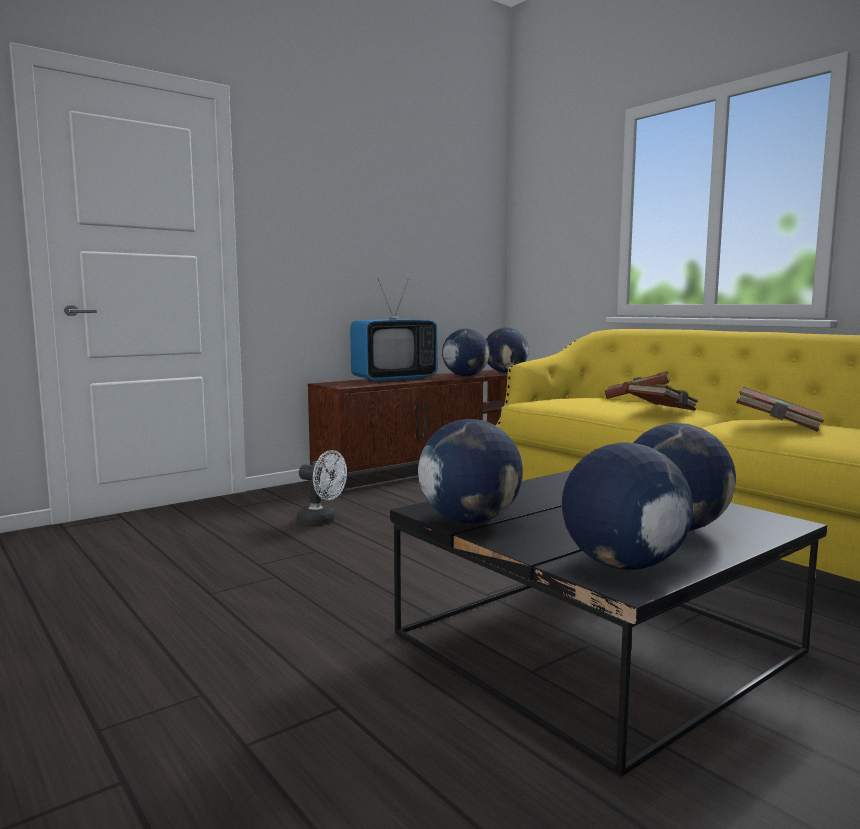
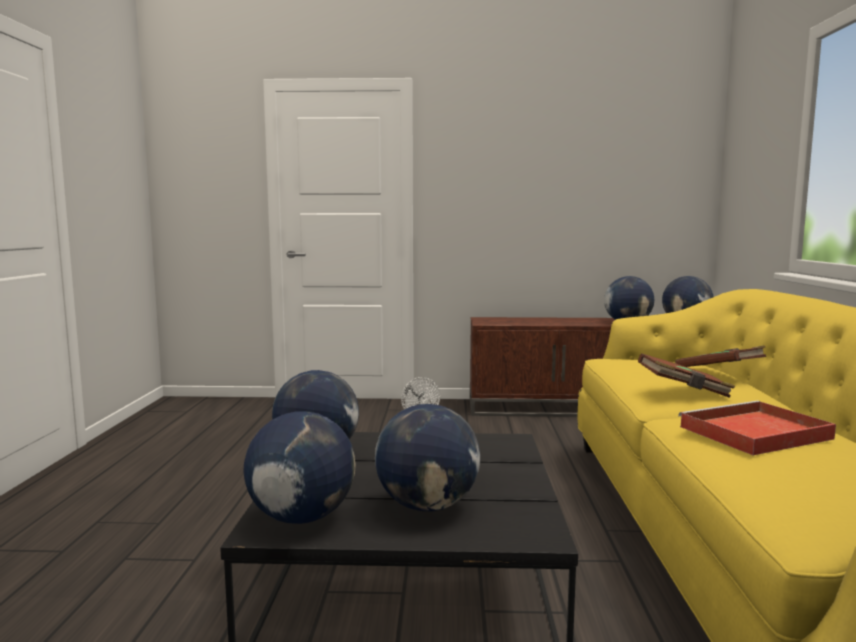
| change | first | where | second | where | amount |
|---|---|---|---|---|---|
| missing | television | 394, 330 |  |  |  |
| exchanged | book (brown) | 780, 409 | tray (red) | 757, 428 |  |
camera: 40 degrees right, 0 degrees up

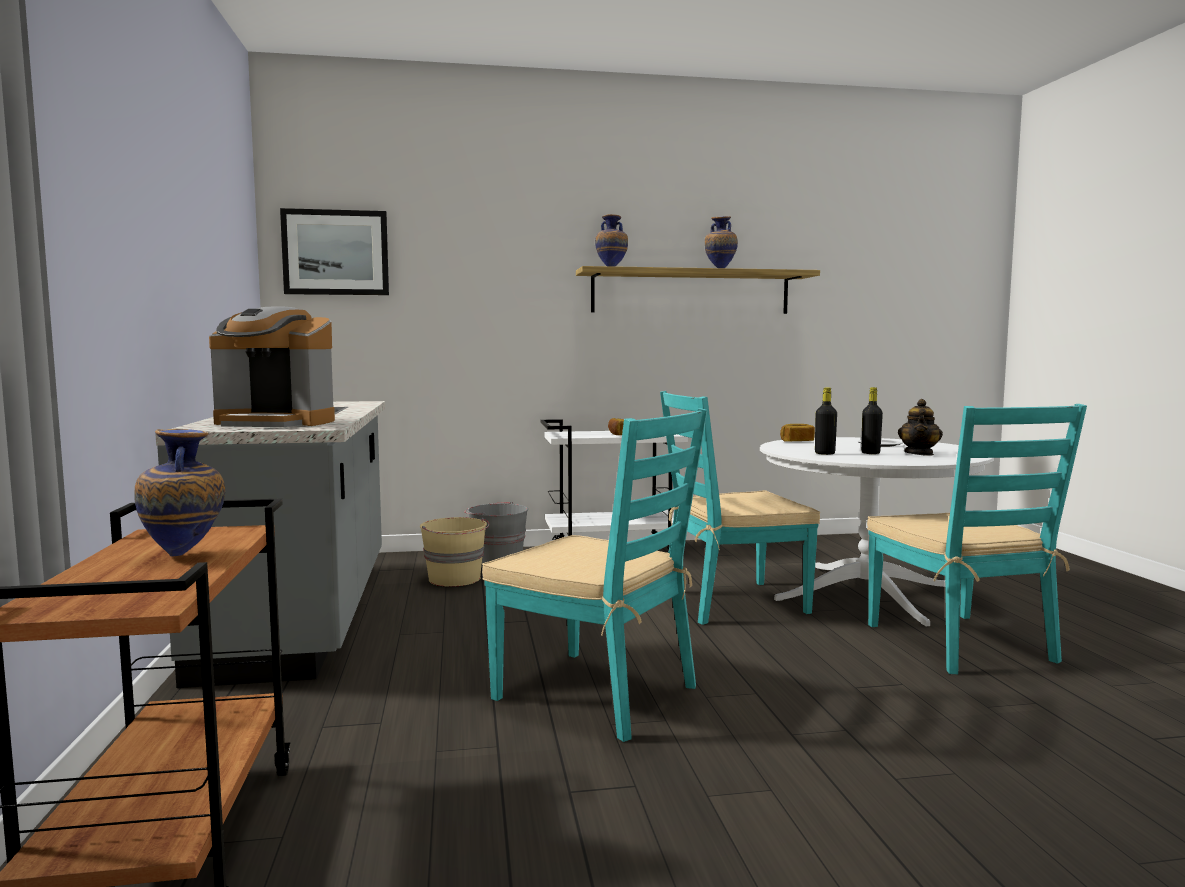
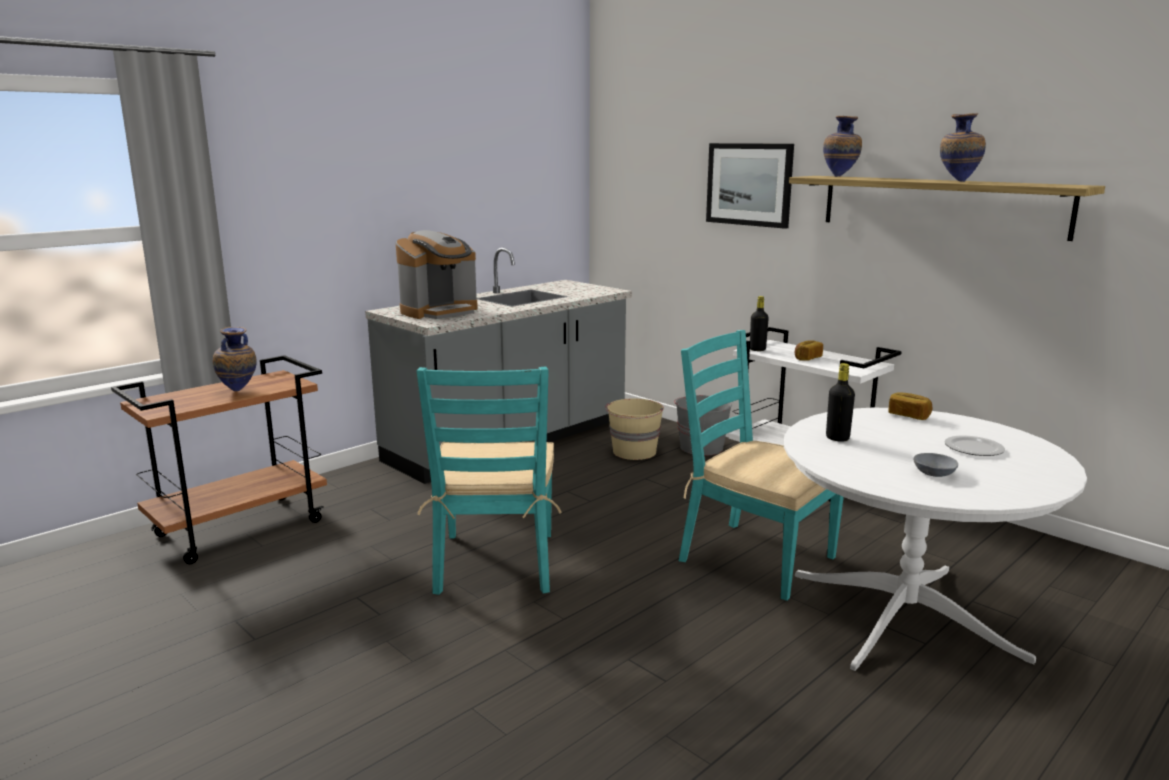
| change | first | where | second | where | amount |
|---|---|---|---|---|---|
| relocated | picture | 334, 251 |  | 750, 186 |  |
| spun | coffee machine | 272, 366 |  | 437, 274 | 105 degrees counterclockwise |
| relocated | bottle (black) | 872, 420 |  | 759, 323 |  |
| exchanged | teapot | 920, 427 | bowl (grey) | 935, 465 |  |
| missing | chair (turquoise) | 977, 539 |  |  |  |
camera: 55 degrees right, 10 degrees up

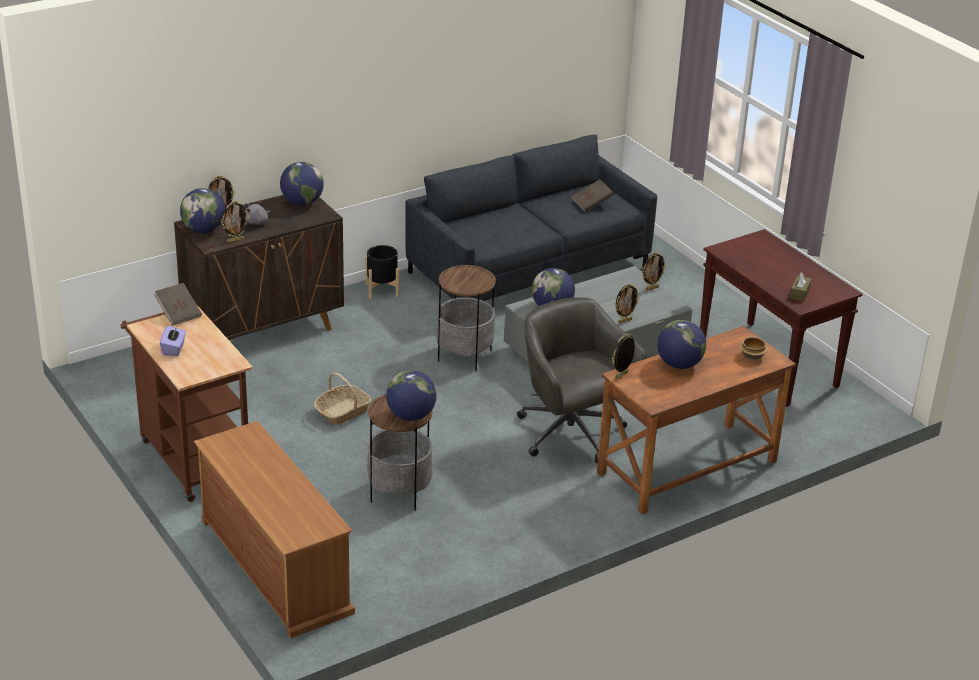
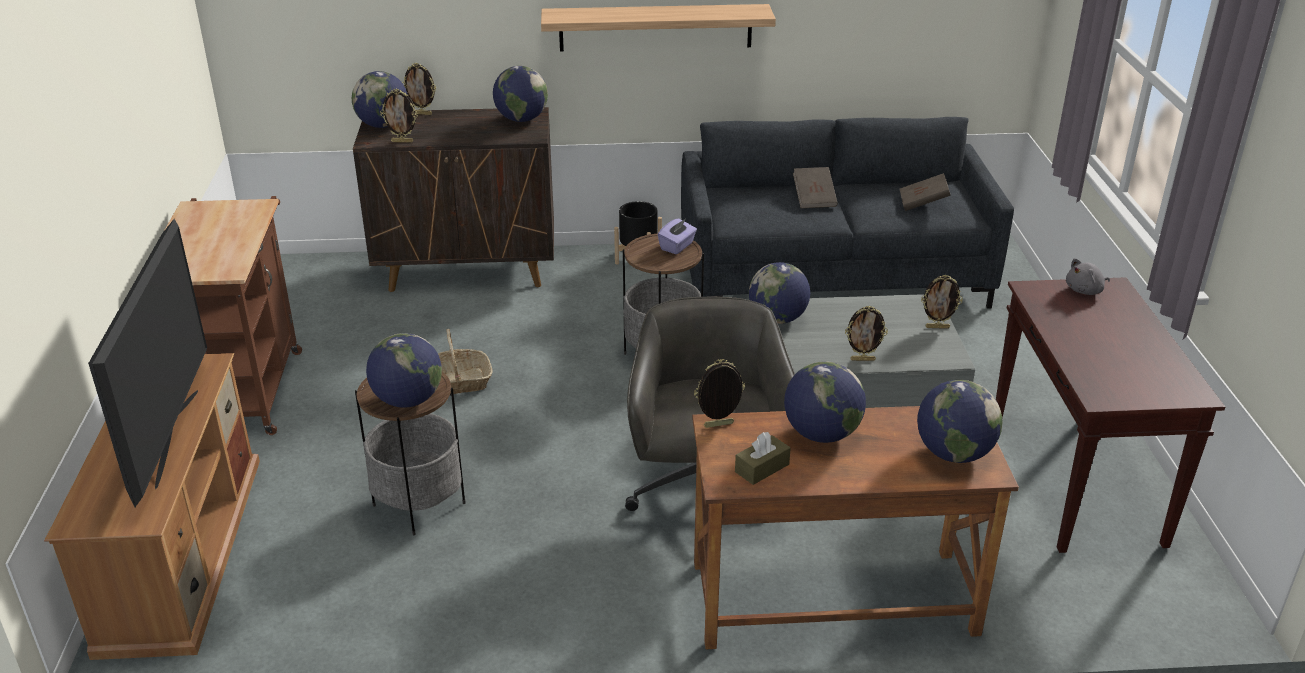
| change | first | where | second | where | amount |
|---|---|---|---|---|---|
| relocated | plush toy (grey) | 257, 214 |  | 1088, 276 |  |
| relocated | tissue box (brown) | 801, 286 |  | 763, 458 |  |
| relocated | book (brown) | 178, 304 |  | 815, 187 |  |
| relocated | tissue box (purple) | 173, 340 |  | 677, 236 |  |
| exchanged | bowl | 753, 348 | globe | 960, 421 |  |
| appeared |  |  | shelf | 658, 28 |  |
| appeared |  |  | television | 147, 363 |  |
camera: 30 degrees right, 0 degrees up

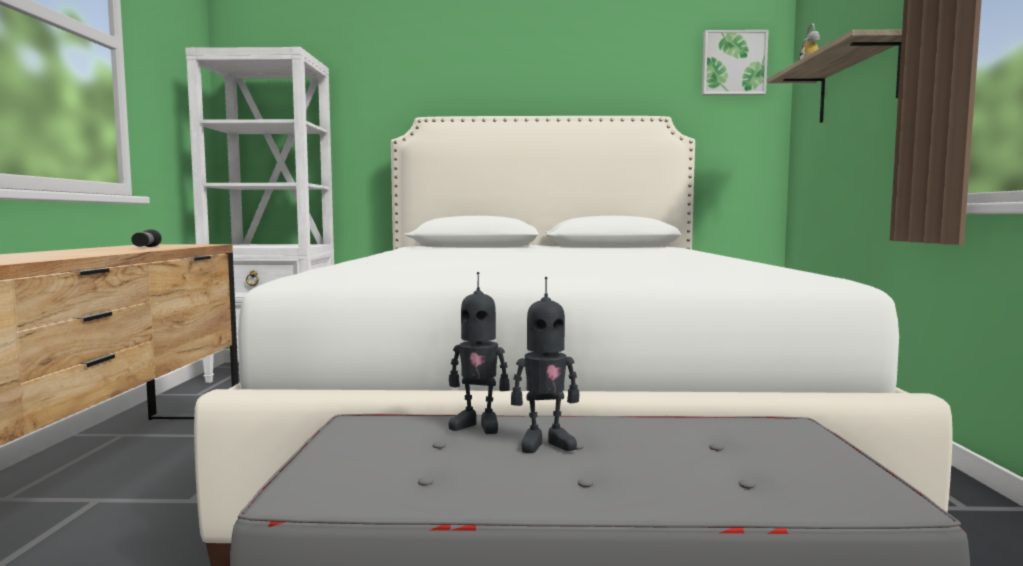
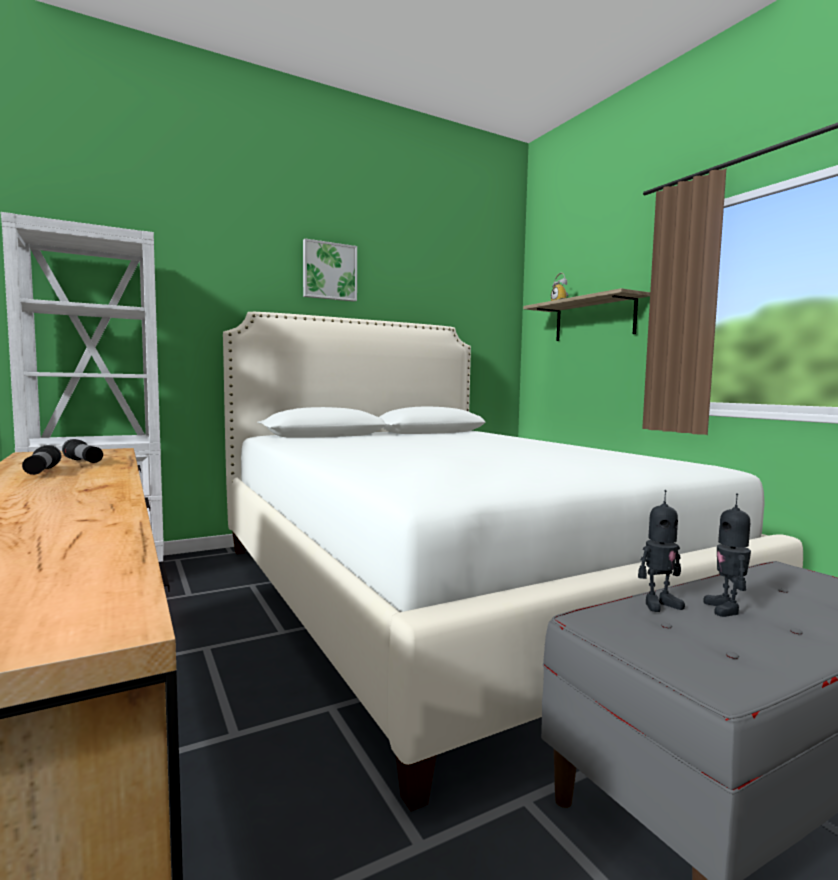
| change | first | where | second | where | amount |
|---|---|---|---|---|---|
| relocated | picture | 735, 62 |  | 330, 270 |  |
| spun | toy robot | 545, 365 |  | 727, 555 | 135 degrees clockwise |
| appeared |  |  | flashlight | 41, 460 |  |
camera: 30 degrees left, 0 degrees up

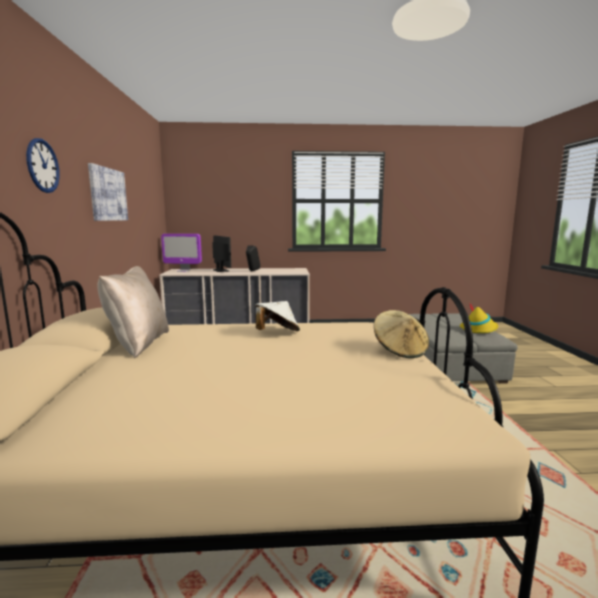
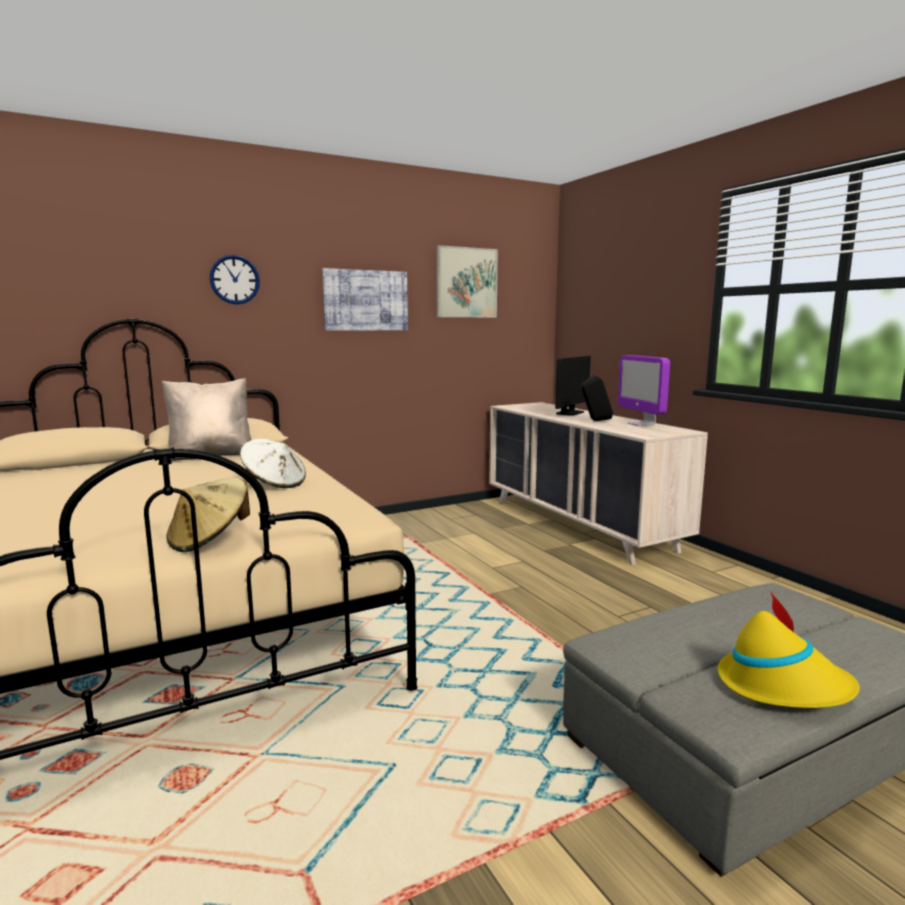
| change | first | where | second | where | amount |
|---|---|---|---|---|---|
| relocated | monitor | 181, 253 |  | 644, 390 |  |
| appeared |  |  | picture | 467, 281 |  |
camera: 65 degrees right, 0 degrees up

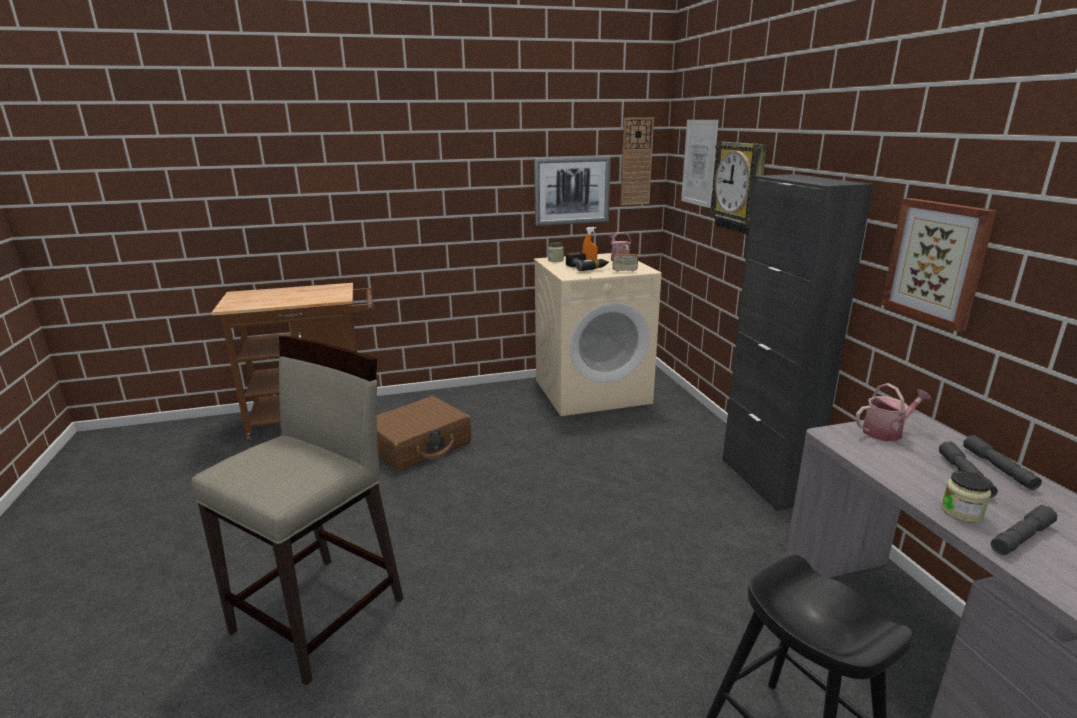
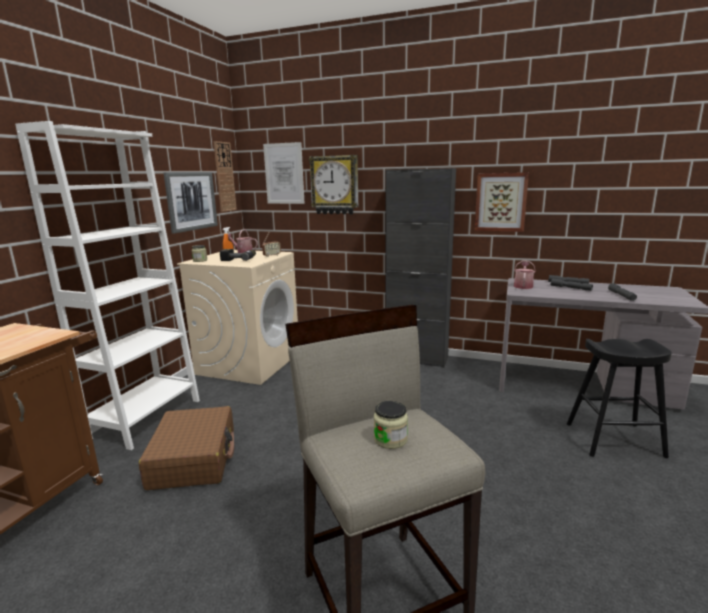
| change | first | where | second | where | amount |
|---|---|---|---|---|---|
| relocated | jar | 966, 497 |  | 391, 425 |  |
| appeared |  |  | bookcase (white) | 107, 285 |  |
camera: 55 degrees left, 5 degrees down

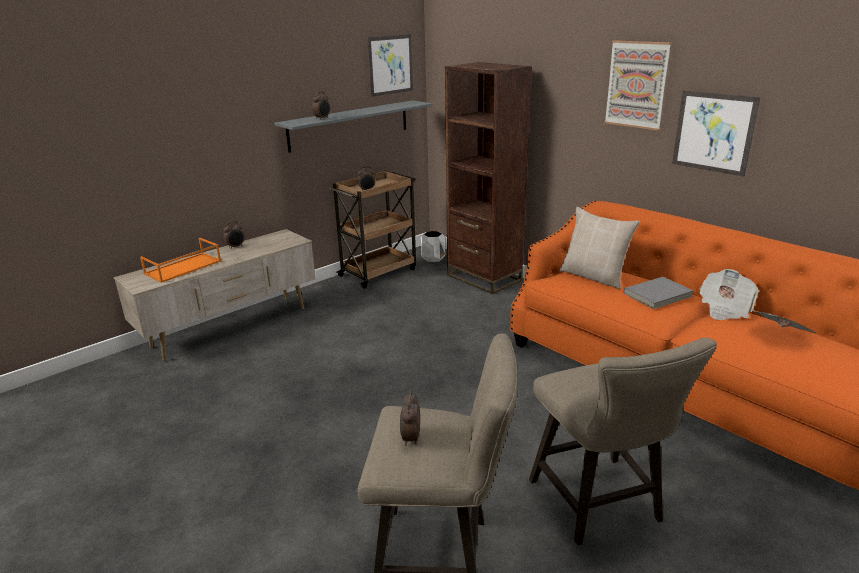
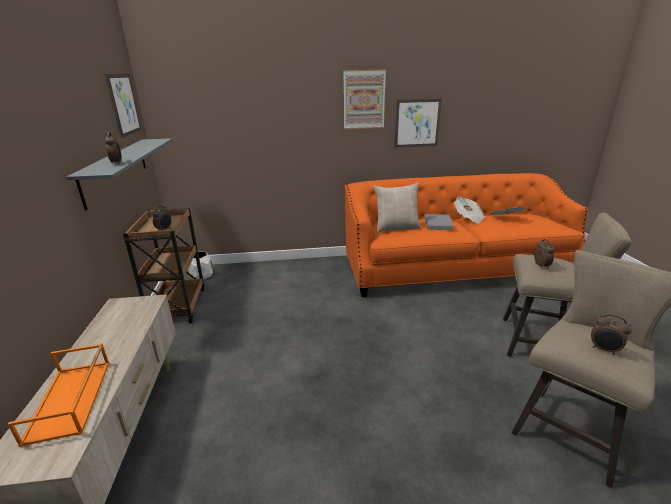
| change | first | where | second | where | amount |
|---|---|---|---|---|---|
| missing | bookcase (brown) | 488, 178 |  |  |  |
| relocated | alarm clock | 234, 235 |  | 544, 254 |  |
camera: 55 degrees left, 0 degrees up

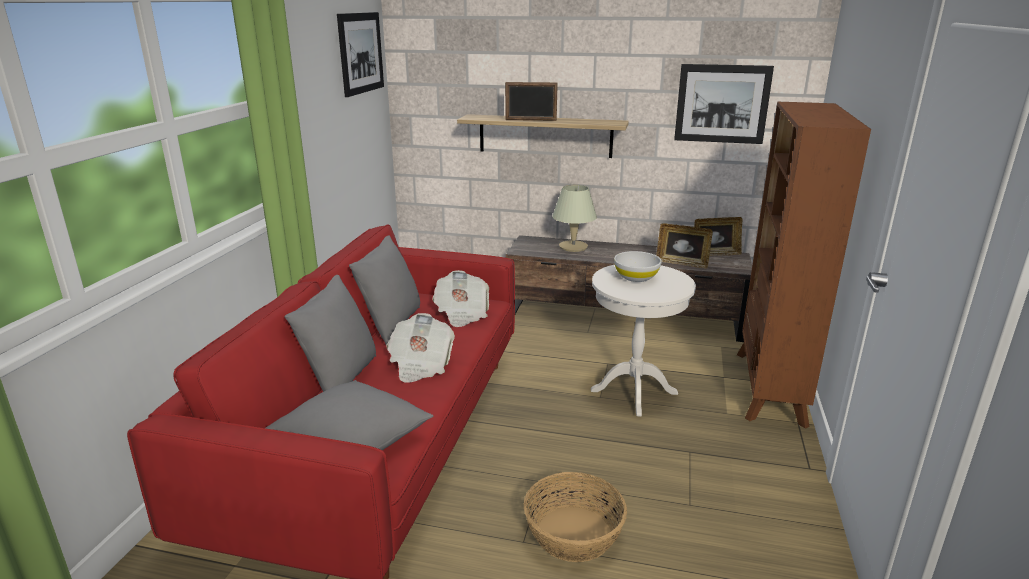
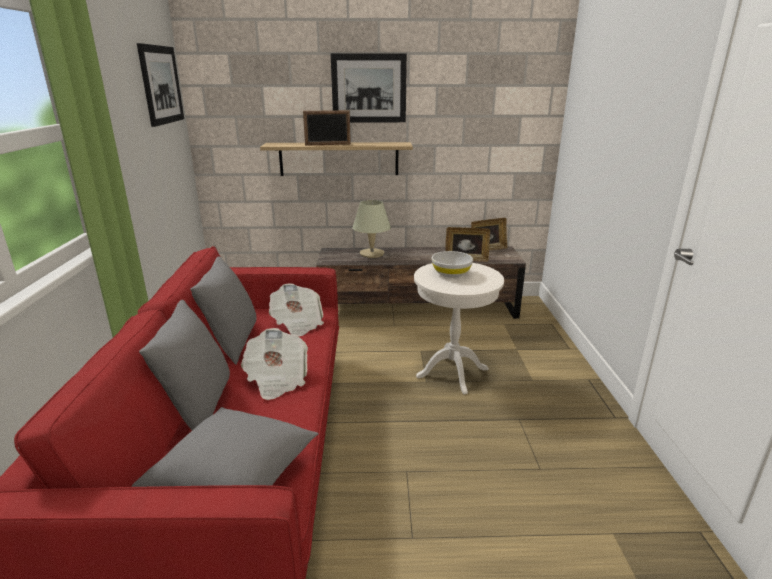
| change | first | where | second | where | amount |
|---|---|---|---|---|---|
| relocated | picture | 724, 104 |  | 369, 87 |  |
| missing | bookcase (brown) | 804, 265 |  |  |  |
| missing | basket | 575, 517 |  |  |  |
camera: 15 degrees left, 0 degrees up

